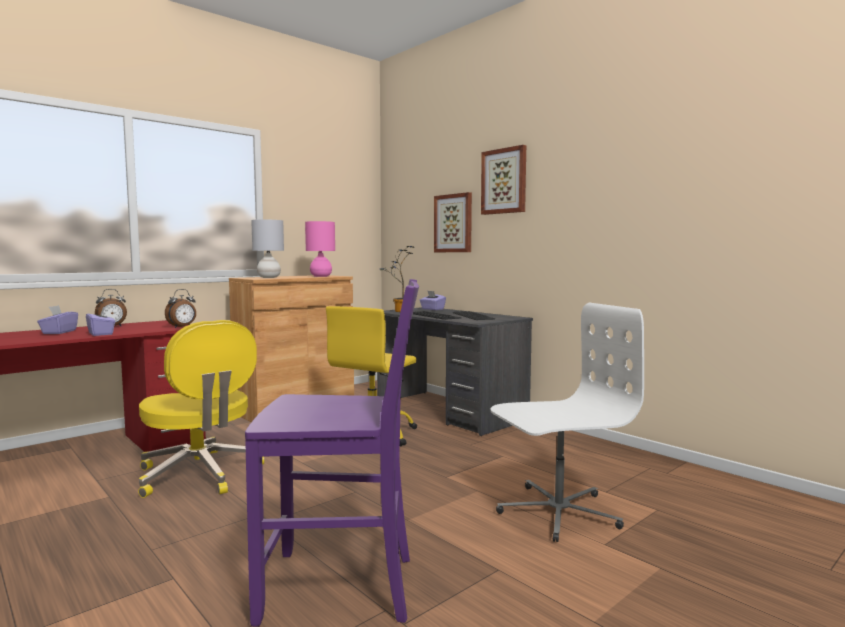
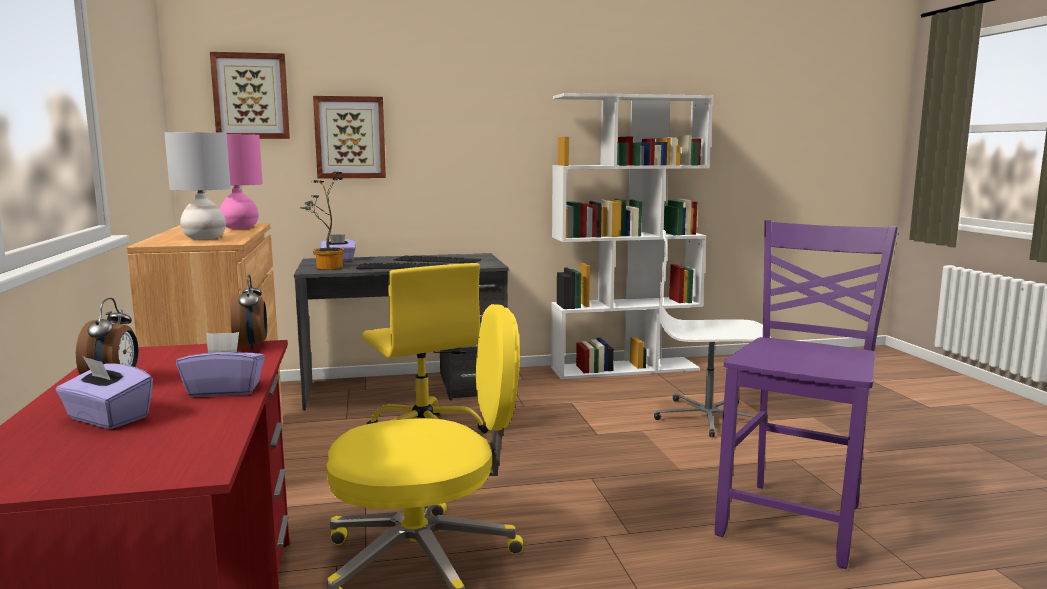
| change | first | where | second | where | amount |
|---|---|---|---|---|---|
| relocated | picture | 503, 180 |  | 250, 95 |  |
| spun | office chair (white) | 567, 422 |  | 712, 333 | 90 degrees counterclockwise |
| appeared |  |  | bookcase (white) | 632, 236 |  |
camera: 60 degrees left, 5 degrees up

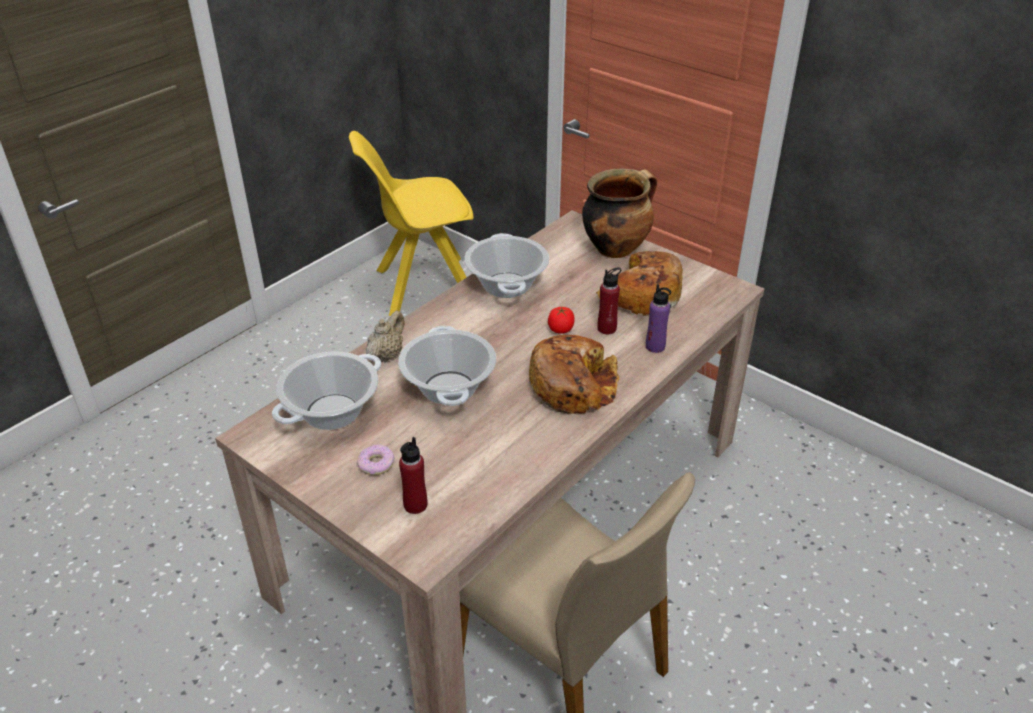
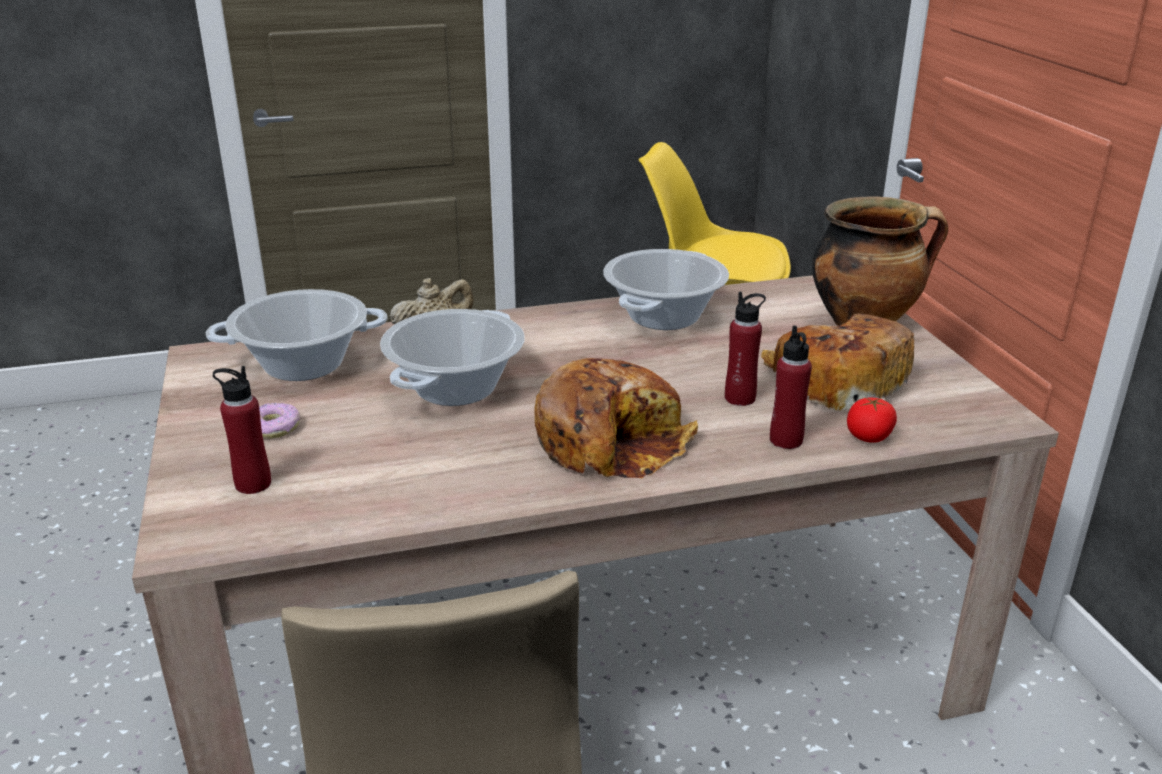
| change | first | where | second | where | amount |
|---|---|---|---|---|---|
| colour | bottle (purple) | 658, 318 | bottle (red) | 791, 387 |  |
| relocated | tomato | 561, 320 |  | 872, 420 |  |
camera: 35 degrees right, 10 degrees down

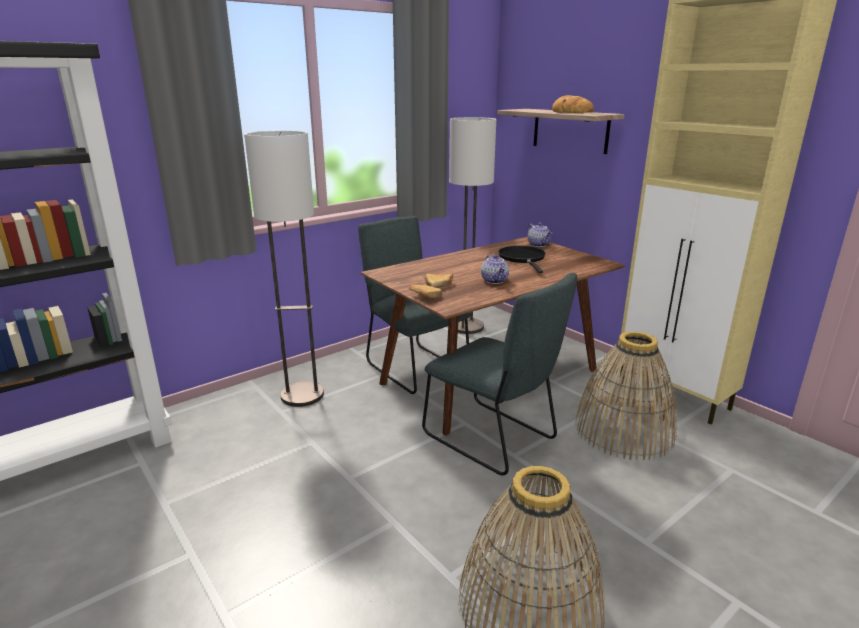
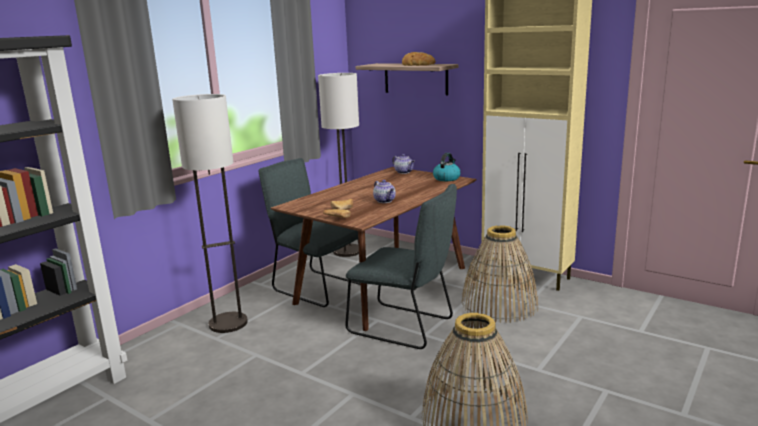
| change | first | where | second | where | amount |
|---|---|---|---|---|---|
| missing | frying pan (black) | 522, 259 |  |  |  |
| appeared |  |  | kettle | 447, 167 |  |
camera: 15 degrees left, 5 degrees down

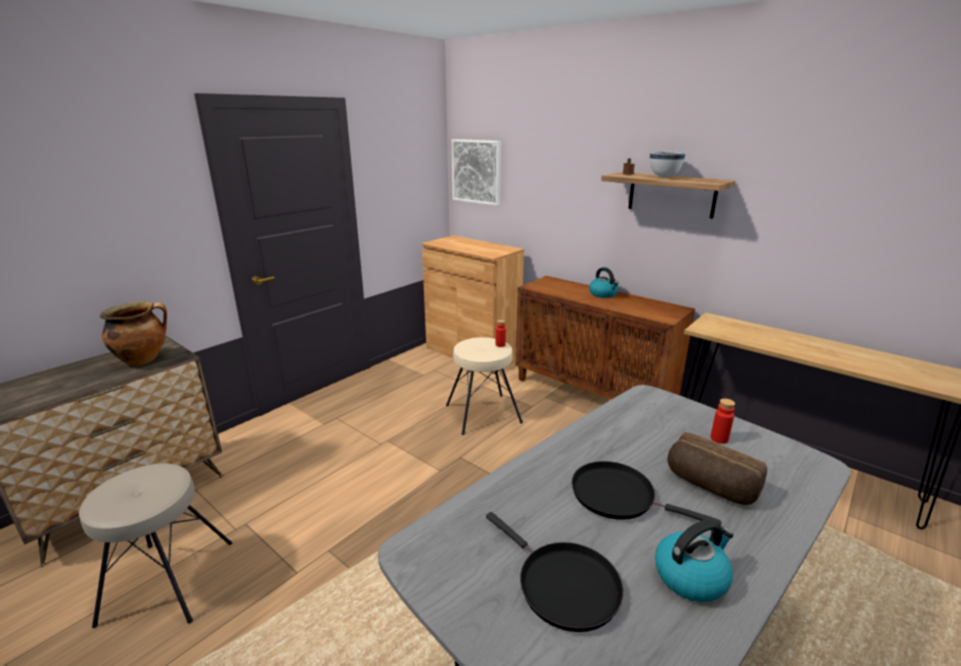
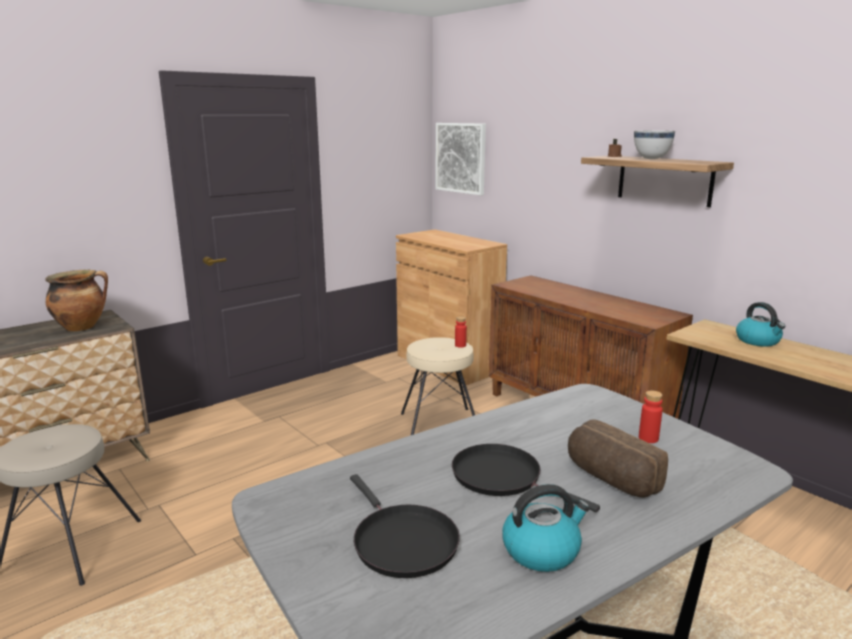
| change | first | where | second | where | amount |
|---|---|---|---|---|---|
| relocated | kettle | 604, 282 |  | 761, 324 |  |
camera: 10 degrees right, 5 degrees down

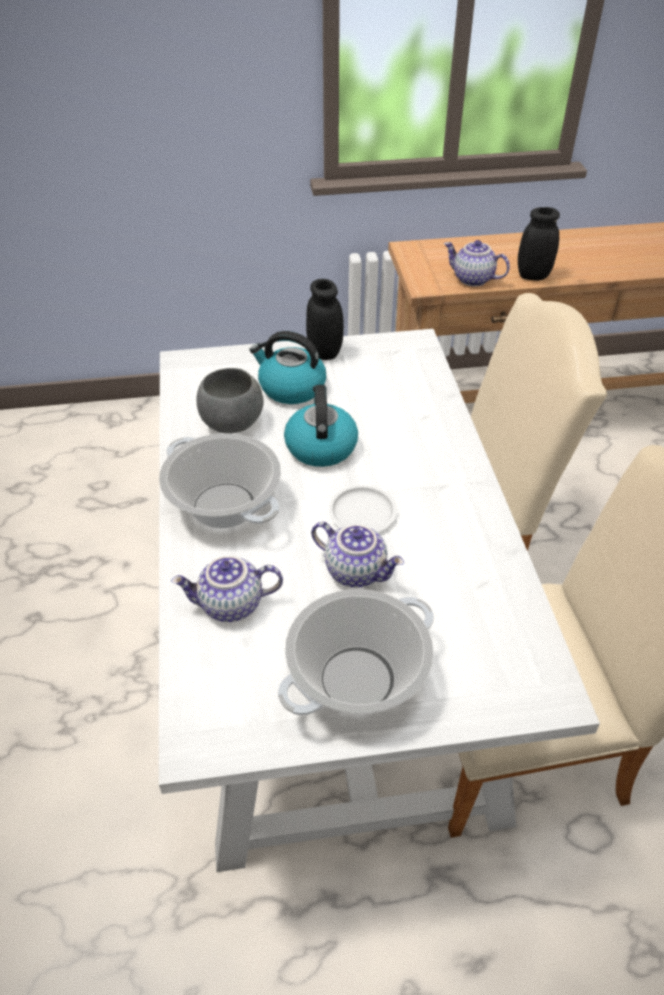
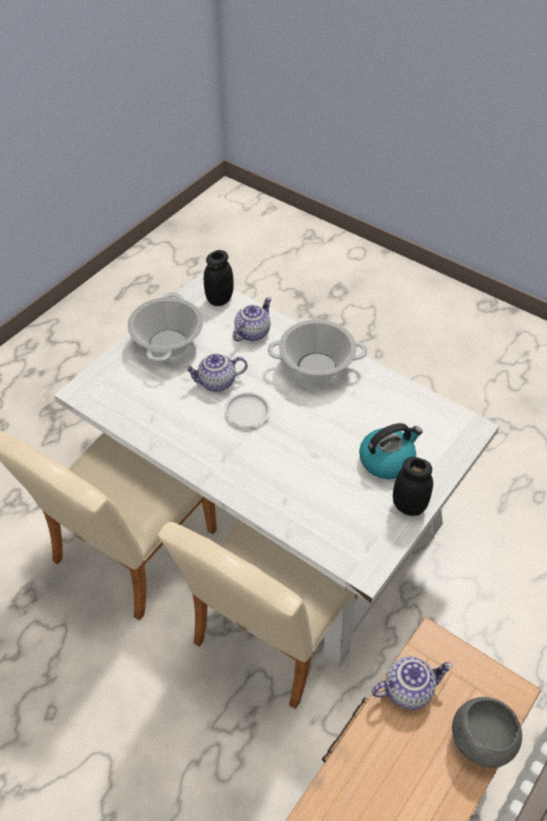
| change | first | where | second | where | amount |
|---|---|---|---|---|---|
| relocated | jar (black) | 539, 244 |  | 219, 278 |  |
| relocated | bowl (grey) | 230, 400 |  | 487, 732 |  |
| missing | kettle | 321, 426 |  |  |  |
camera: 135 degrees right, 5 degrees up

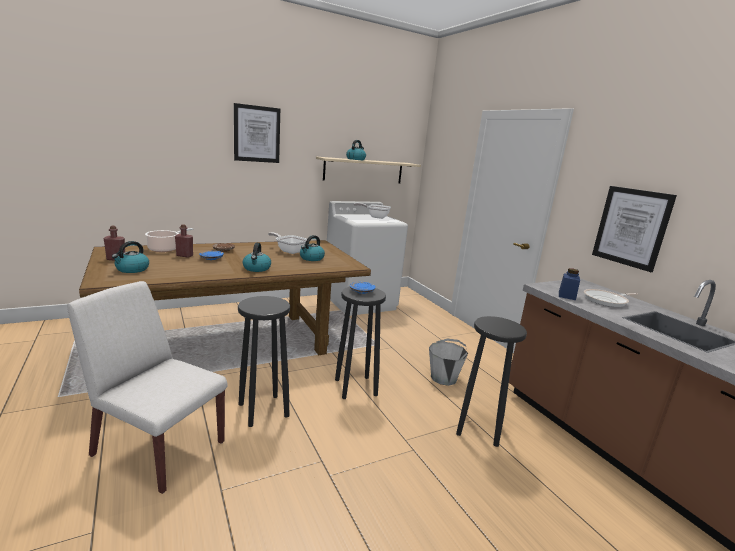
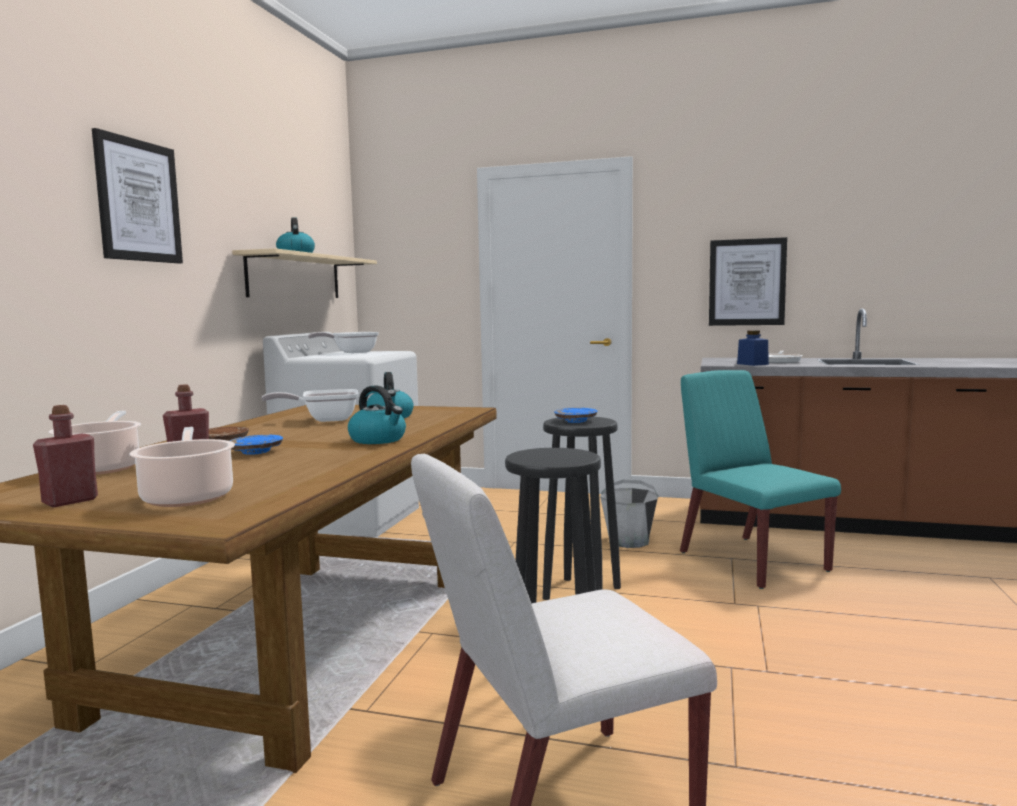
| change | first | where | second | where | amount |
|---|---|---|---|---|---|
| exchanged | kettle | 130, 257 | cooking pot | 182, 467 |  |
| exchanged | stool (black) | 491, 381 | chair (turquoise) | 760, 479 |  |
camera: 45 degrees left, 10 degrees down

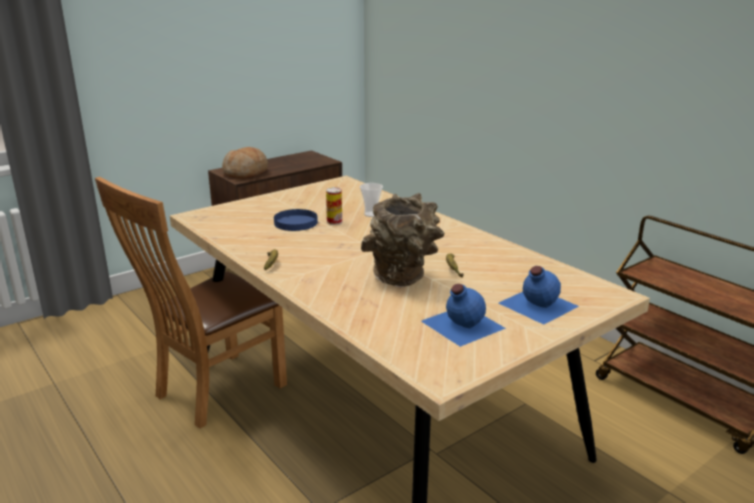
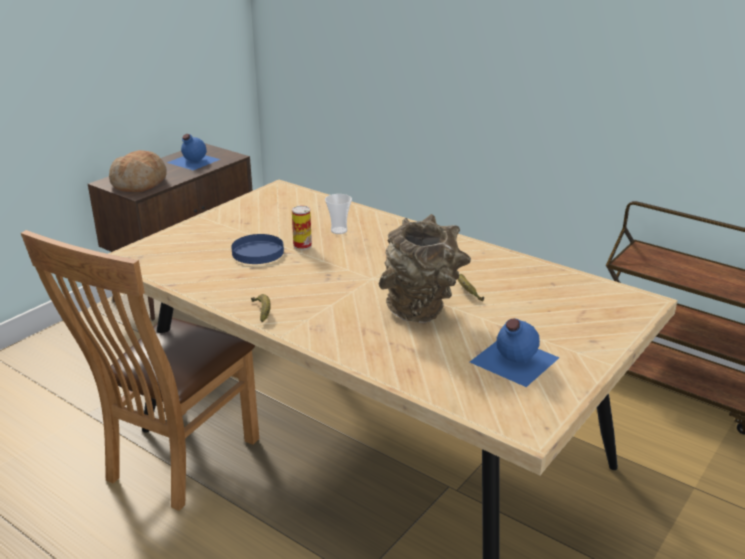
| change | first | where | second | where | amount |
|---|---|---|---|---|---|
| relocated | bottle (blue) | 539, 295 |  | 193, 152 |  |
camera: 15 degrees left, 5 degrees up

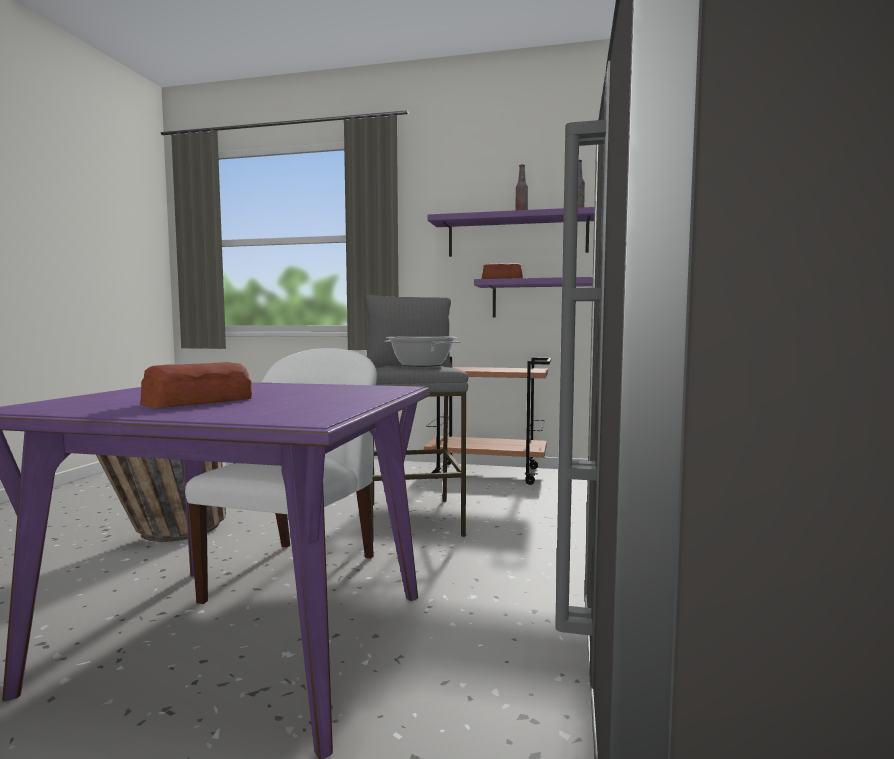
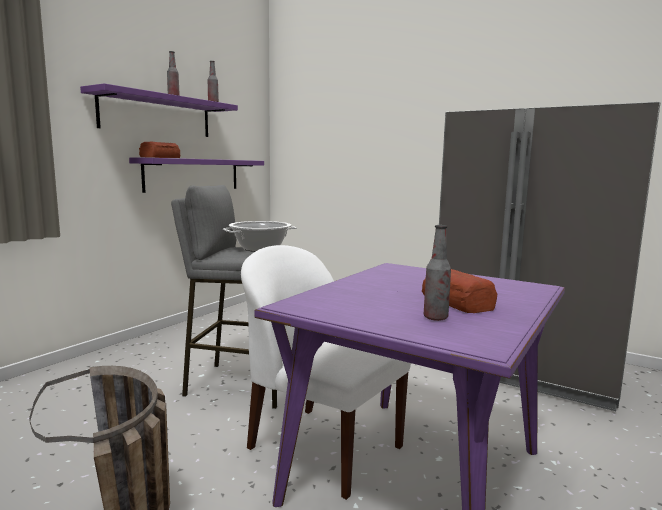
| change | first | where | second | where | amount |
|---|---|---|---|---|---|
| missing | cart (brown) | 487, 421 |  |  |  |
| appeared |  |  | bottle | 437, 273 |  |
camera: 70 degrees left, 5 degrees up

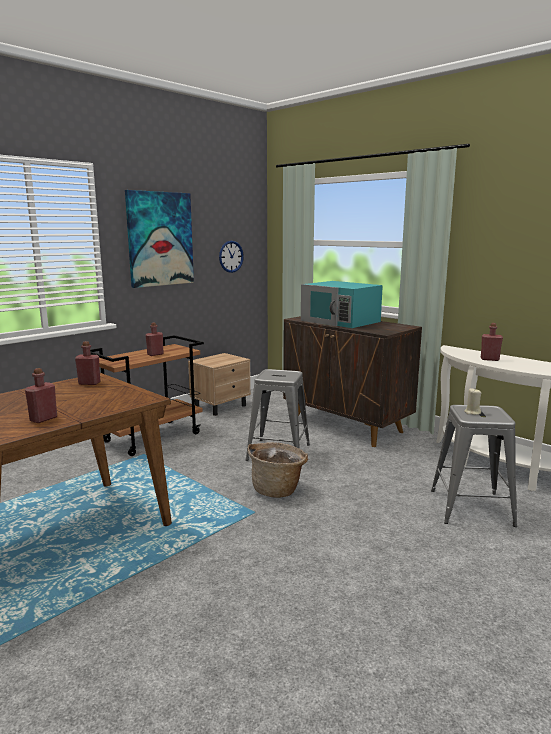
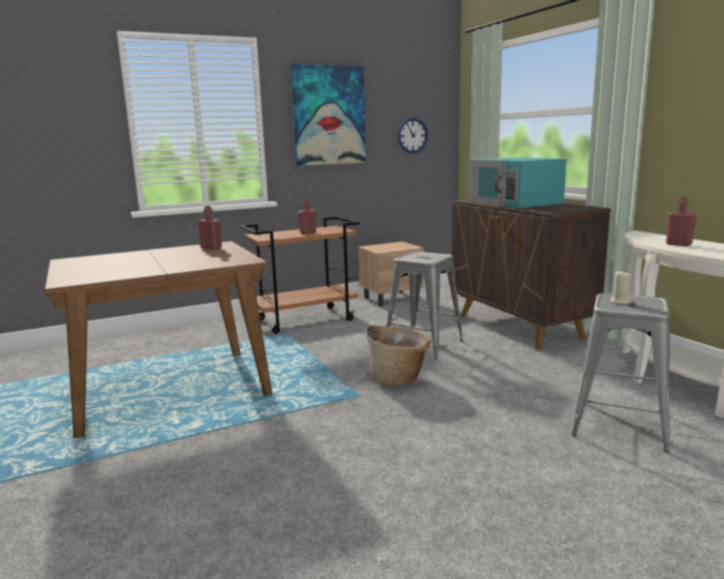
| change | first | where | second | where | amount |
|---|---|---|---|---|---|
| missing | bottle (red) | 41, 395 |  |  |  |
camera: 20 degrees right, 0 degrees up

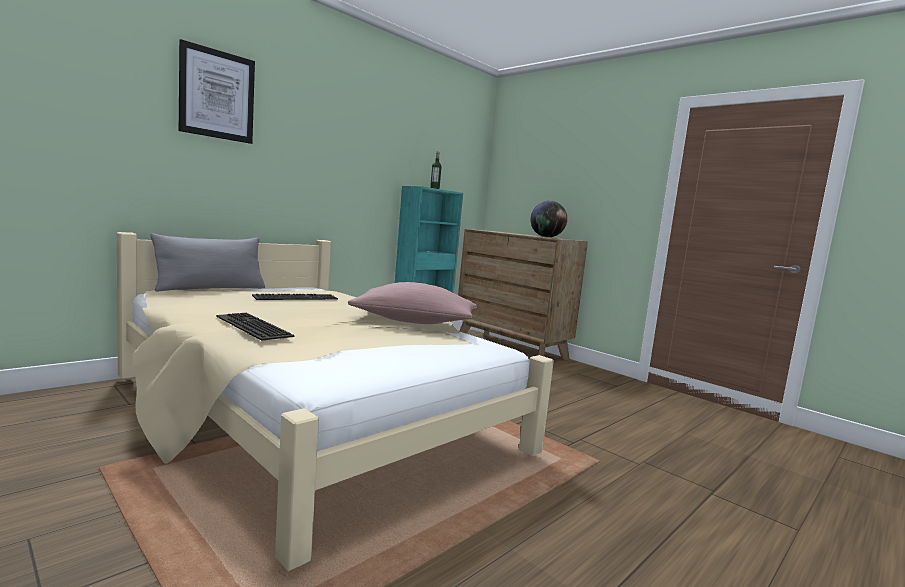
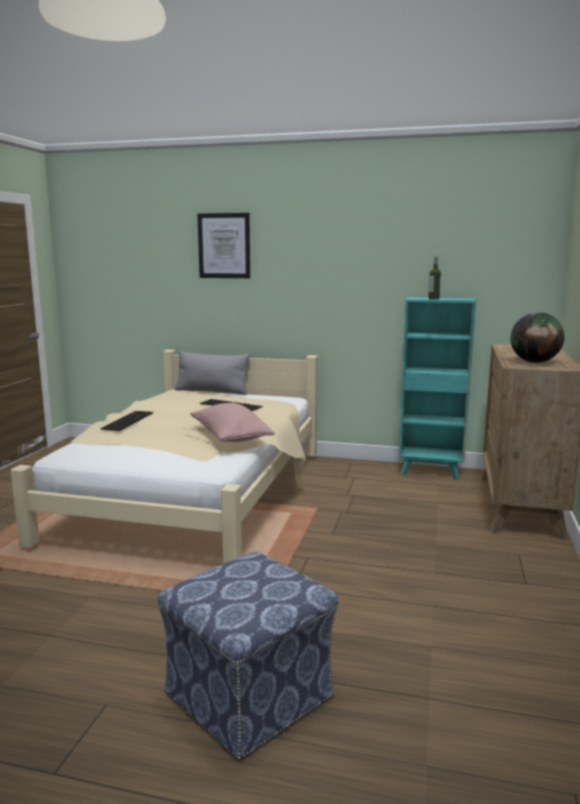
| change | first | where | second | where | amount |
|---|---|---|---|---|---|
| appeared |  |  | ottoman | 248, 656 |  |
camera: 60 degrees right, 5 degrees up

